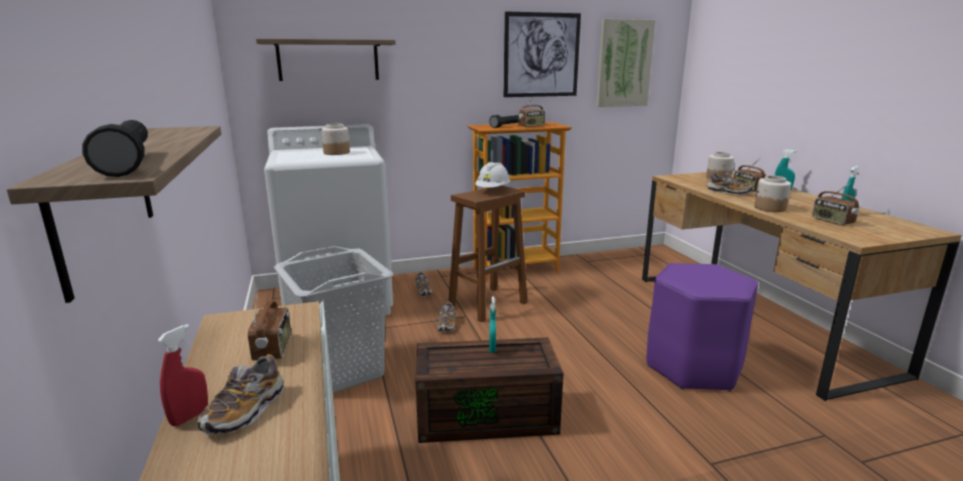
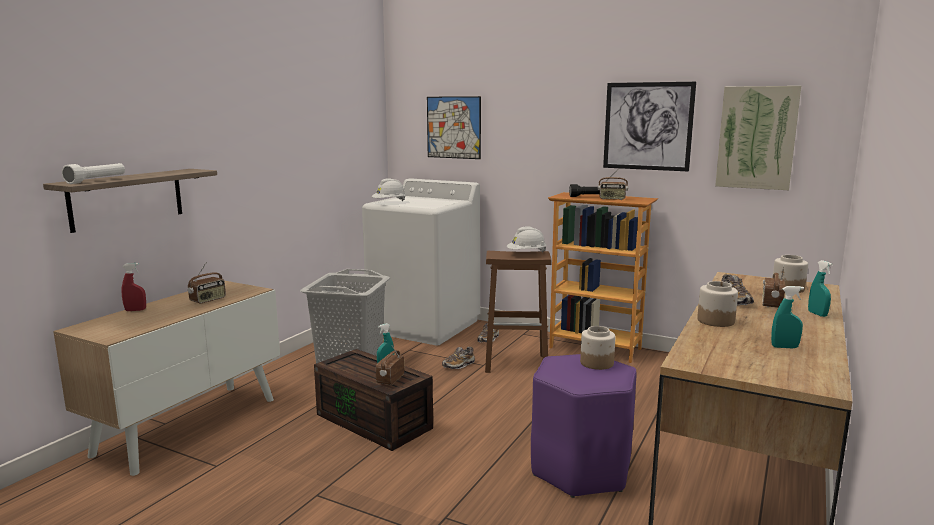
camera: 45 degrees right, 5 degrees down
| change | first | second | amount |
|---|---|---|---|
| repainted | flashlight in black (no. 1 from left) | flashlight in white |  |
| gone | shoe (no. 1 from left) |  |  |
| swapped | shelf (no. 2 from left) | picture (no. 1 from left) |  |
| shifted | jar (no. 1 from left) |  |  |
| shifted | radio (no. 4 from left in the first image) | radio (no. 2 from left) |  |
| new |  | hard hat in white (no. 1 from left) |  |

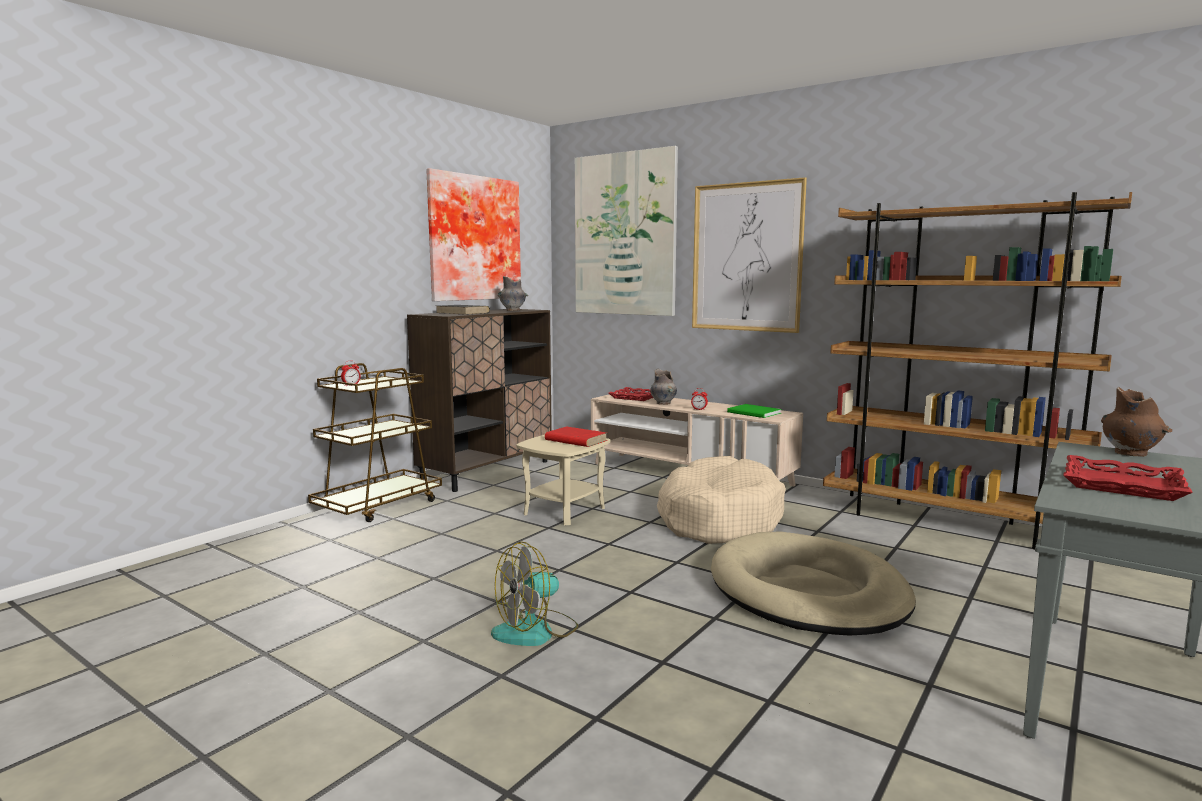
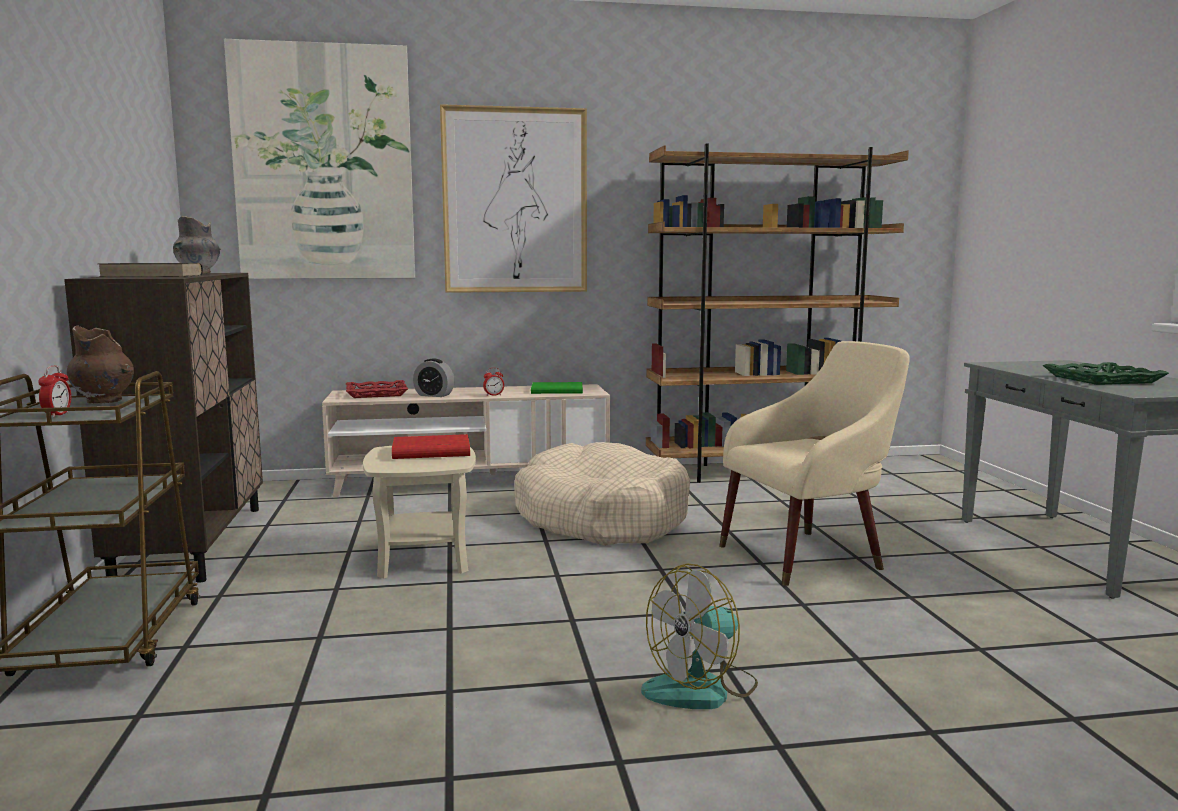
camera: 45 degrees left, 0 degrees up
| change | first | second | amount |
|---|---|---|---|
| gone | picture (no. 1 from left) |  |  |
| rotated | fan |  | 45 degrees clockwise |
| swapped | vase in grey (no. 2 from left) | alarm clock (no. 2 from left) |  |
| swapped | dog bed in beige (no. 2 from left) | armchair in beige |  |
| repainted | tray in red (no. 2 from left) | tray in green |  |
| shifted | vase in brown |  |  |

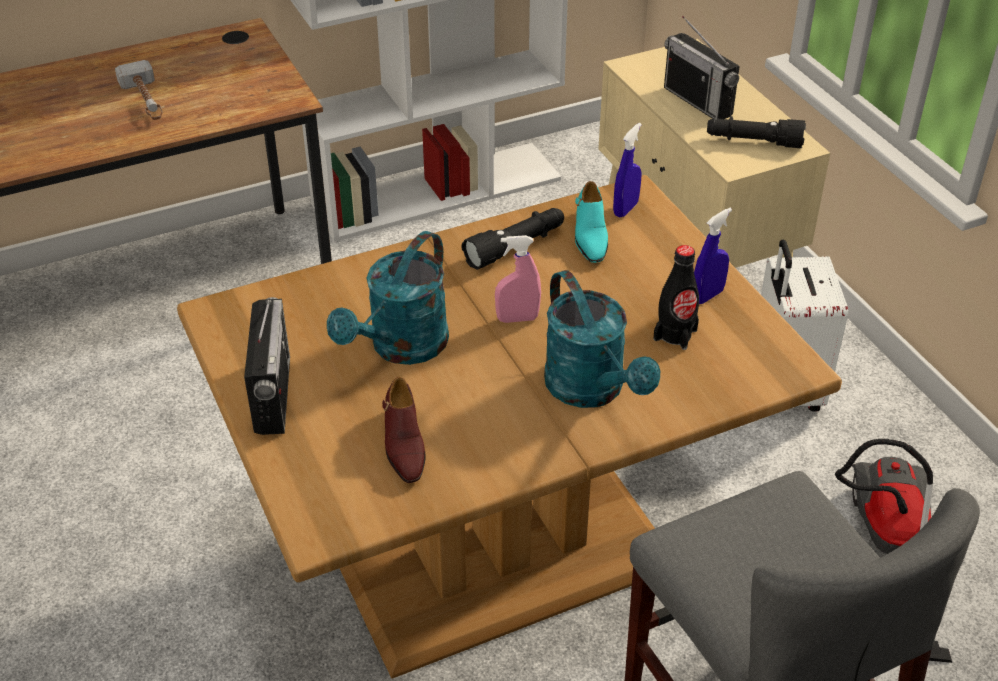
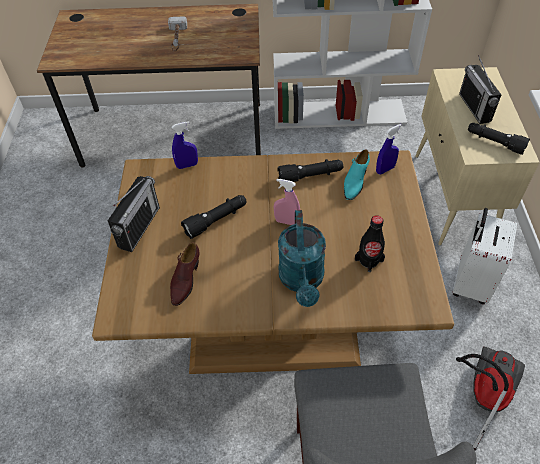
camera: 25 degrees right, 10 degrees up
| change | first | second | amount |
|---|---|---|---|
| swapped | watering can in turquoise (no. 1 from left) | flashlight in black (no. 1 from left) |  |
| shifted | spray bottle in blue (no. 2 from left in the first image) | spray bottle in blue (no. 1 from left) |  |

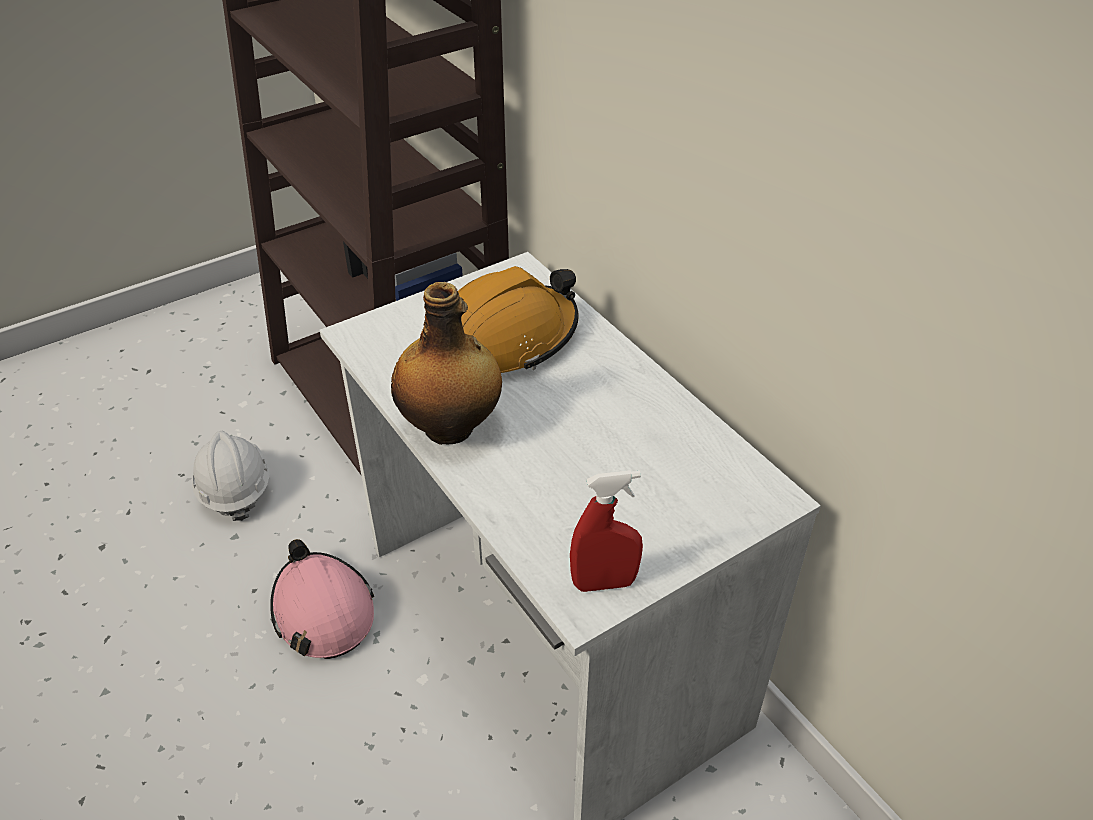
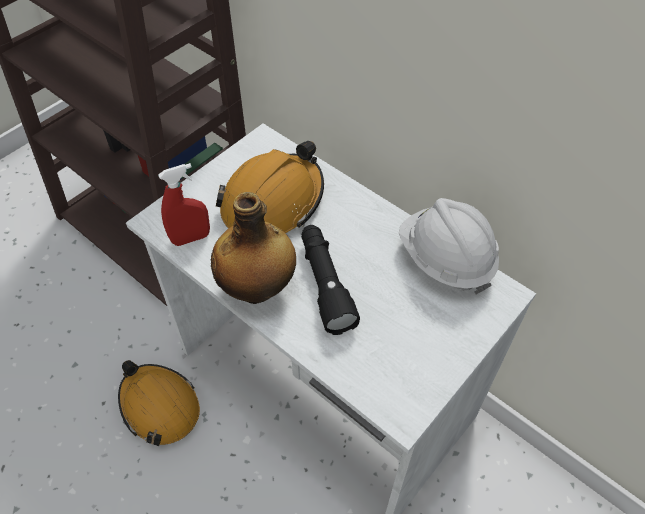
camera: 15 degrees left, 10 degrees up
| change | first | second | amount |
|---|---|---|---|
| shifted | hard hat in white |  |  |
| repainted | hard hat in pink | hard hat in orange (no. 1 from left) |  |
| shifted | spray bottle in red |  |  |
| new |  | flashlight in black |  |

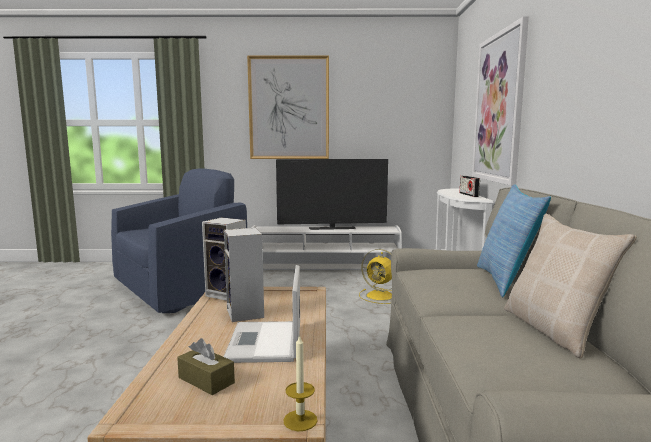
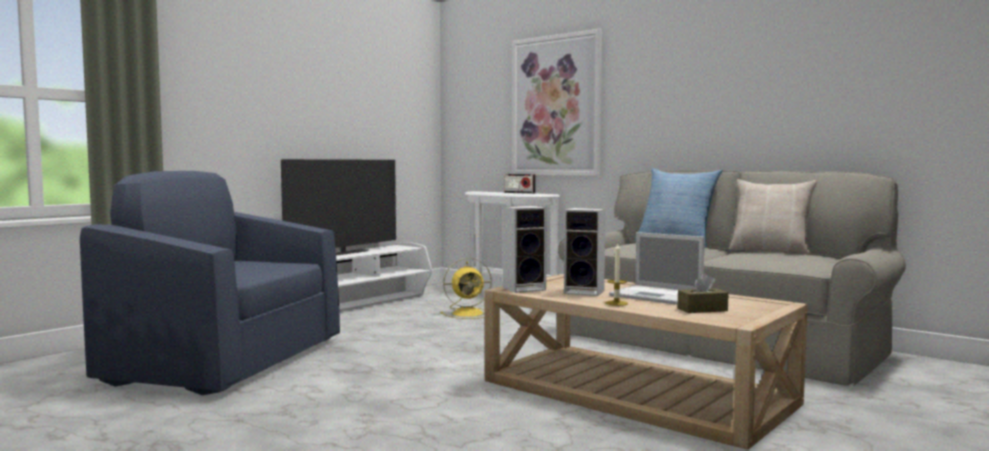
camera: 50 degrees left, 5 degrees down
| change | first | second | amount |
|---|---|---|---|
| rotated | armchair in blue |  | 75 degrees counterclockwise |
| gone | picture (no. 1 from left) |  |  |
| shifted | candle |  |  |

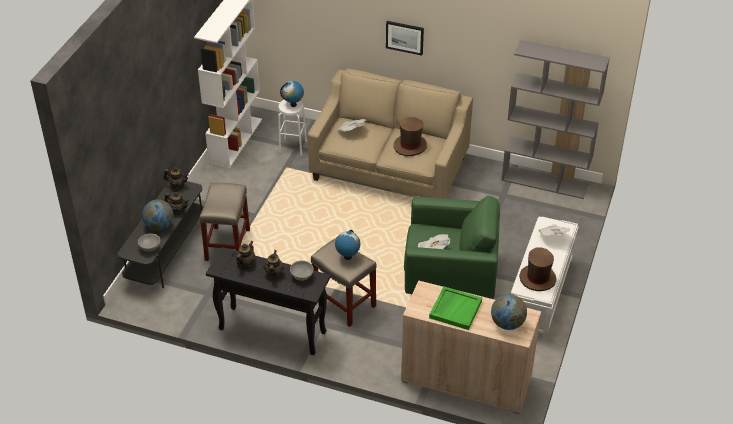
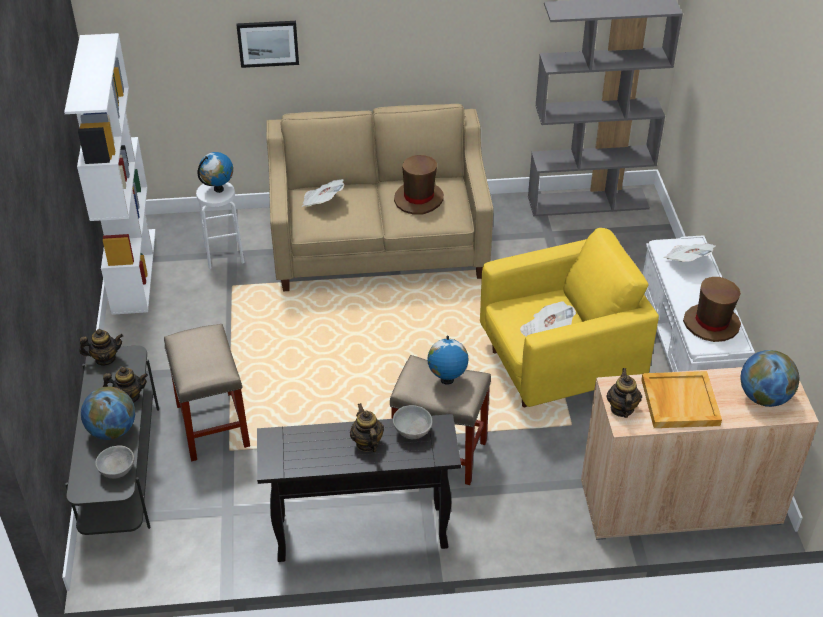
camera: 25 degrees left, 0 degrees up
| change | first | second | amount |
|---|---|---|---|
| shifted | teapot (no. 3 from left in the first image) | teapot (no. 4 from left) |  |
| shifted | picture |  |  |
| repainted | armchair in green | armchair in yellow |  |
| repainted | tray in green | tray in beige |  |

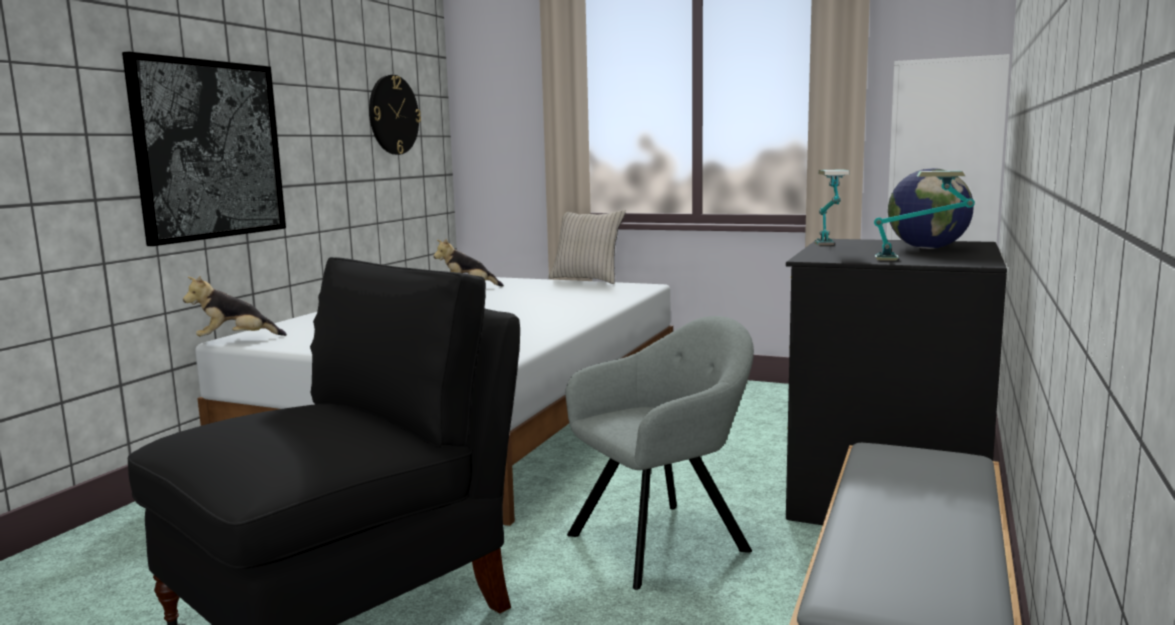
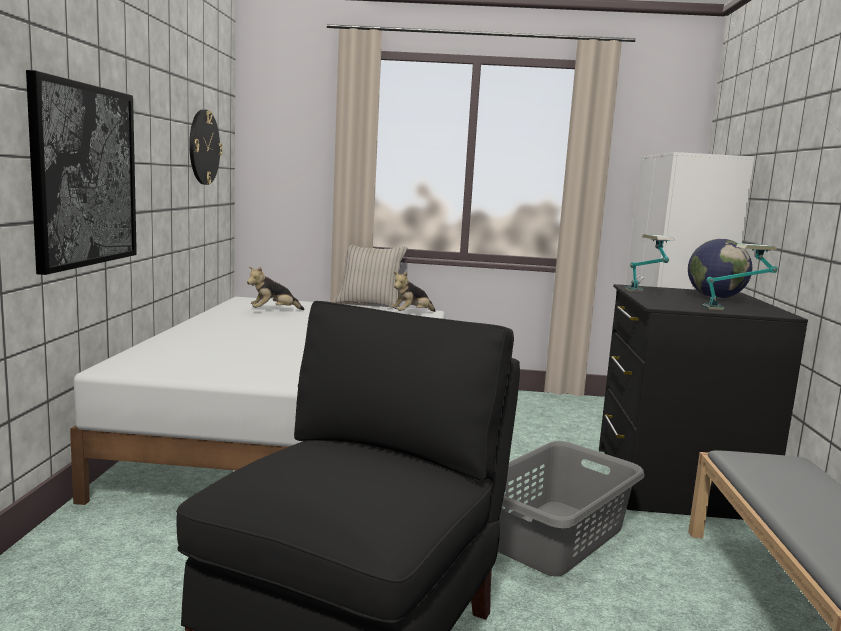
camera: 20 degrees left, 0 degrees up
| change | first | second | amount |
|---|---|---|---|
| shifted | plush toy (no. 1 from left in the first image) | plush toy (no. 2 from left) |  |
| swapped | armchair in grey | laundry basket in grey |  |

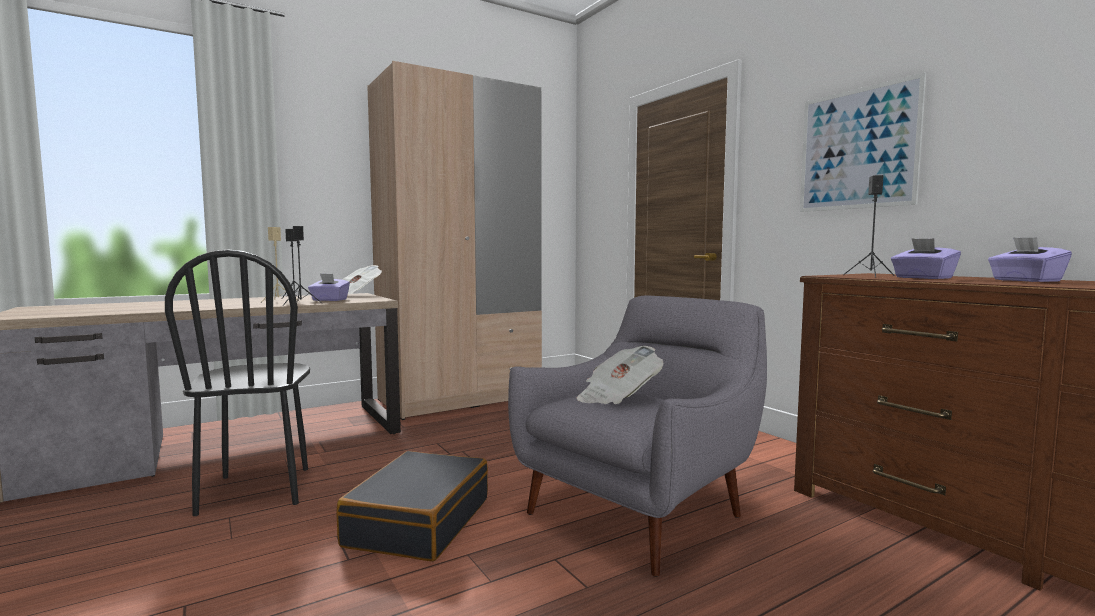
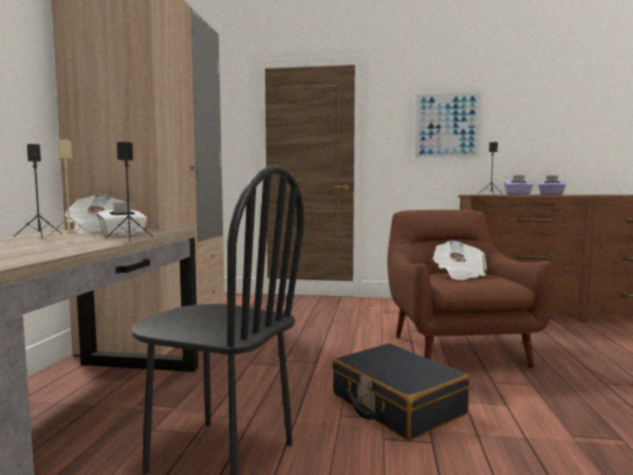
camera: 50 degrees left, 0 degrees up
| change | first | second | amount |
|---|---|---|---|
| repainted | tissue box in purple (no. 1 from left) | tissue box in white |  |
| repainted | armchair in grey | armchair in brown |  |

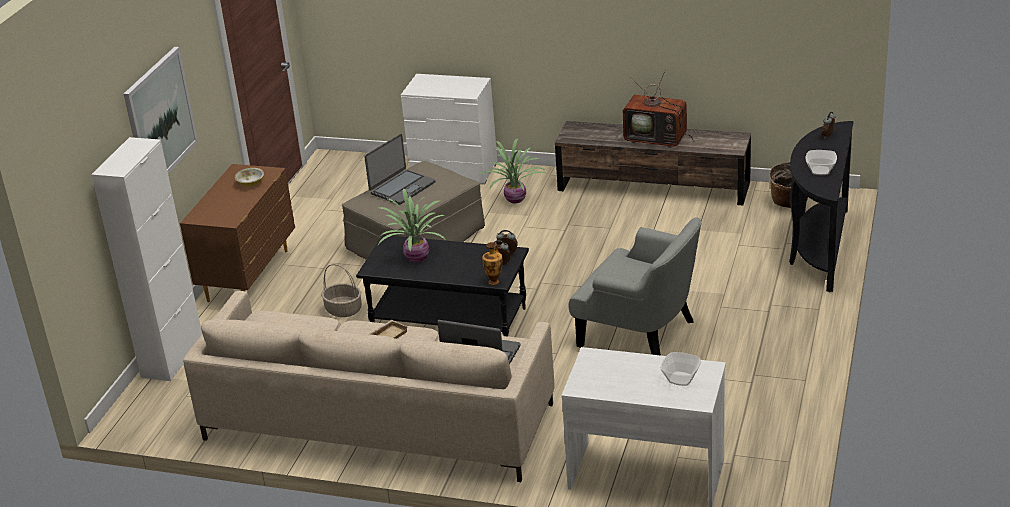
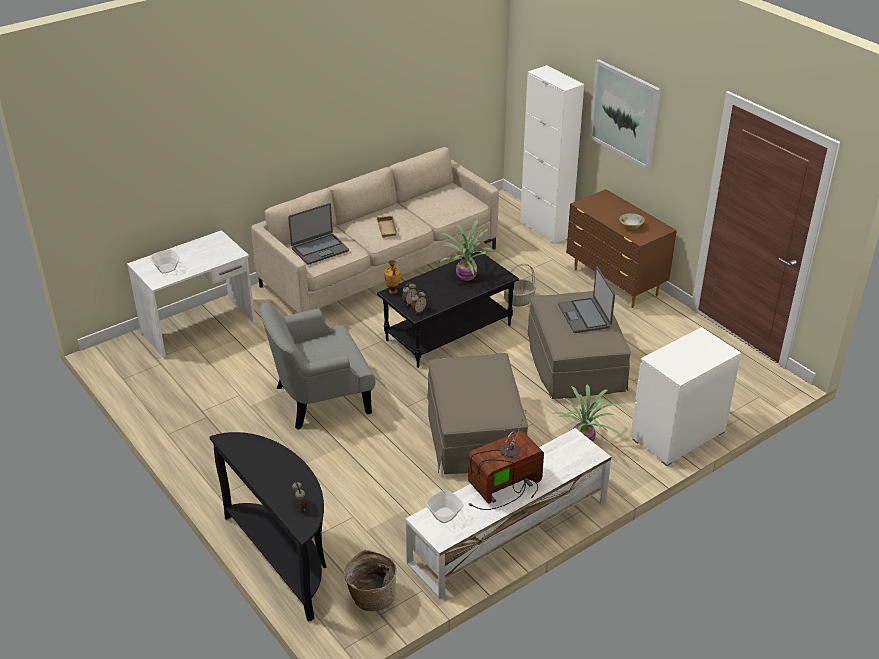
camera: 125 degrees right, 5 degrees up
| change | first | second | amount |
|---|---|---|---|
| repainted | tv stand in brown | tv stand in white |  |
| shifted | bowl (no. 3 from left in the first image) | bowl (no. 2 from left) |  |
| new |  | ottoman in beige (no. 1 from left) |  |

